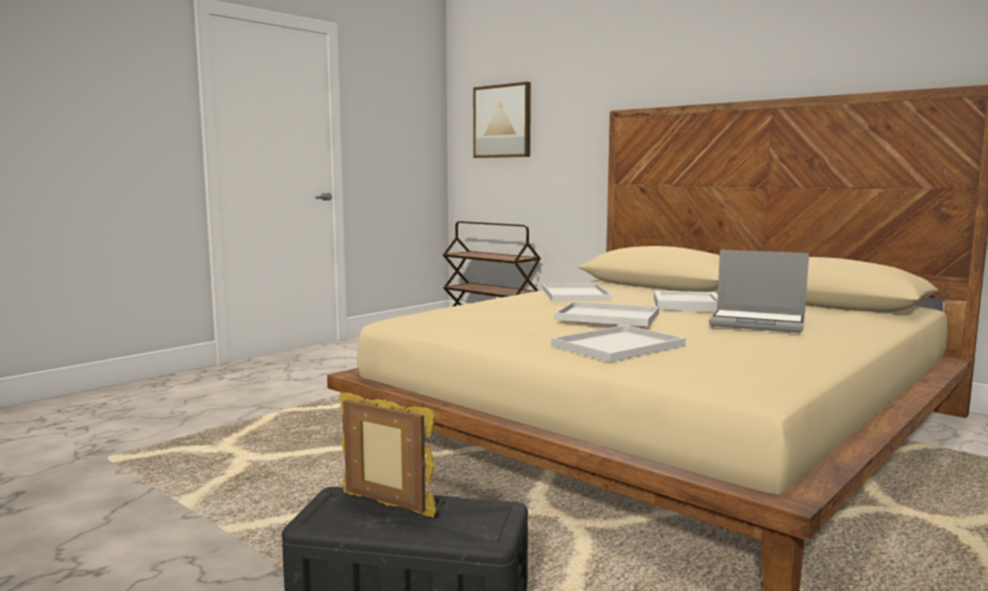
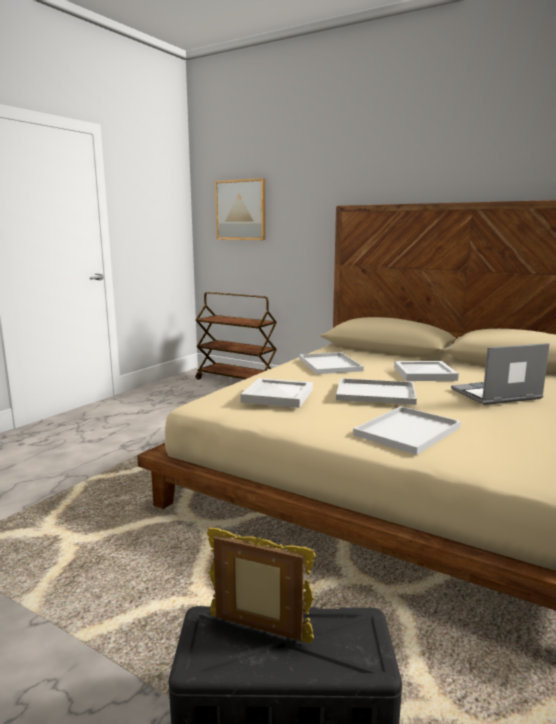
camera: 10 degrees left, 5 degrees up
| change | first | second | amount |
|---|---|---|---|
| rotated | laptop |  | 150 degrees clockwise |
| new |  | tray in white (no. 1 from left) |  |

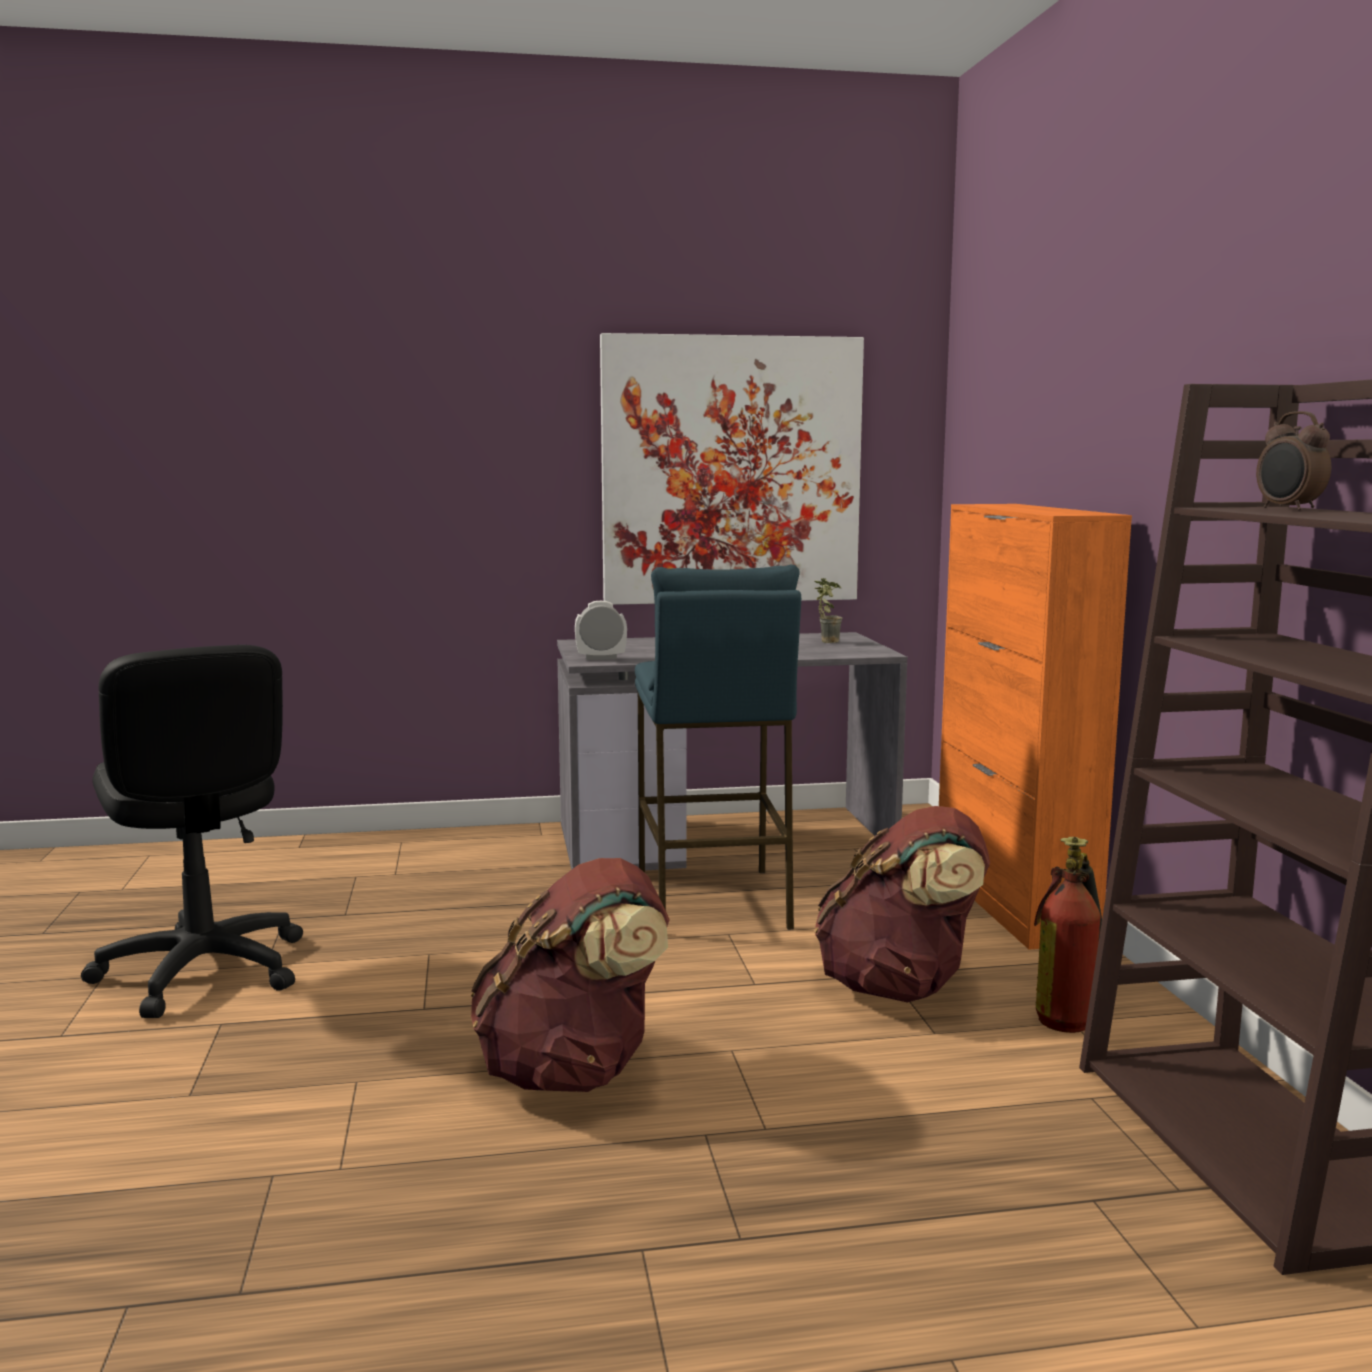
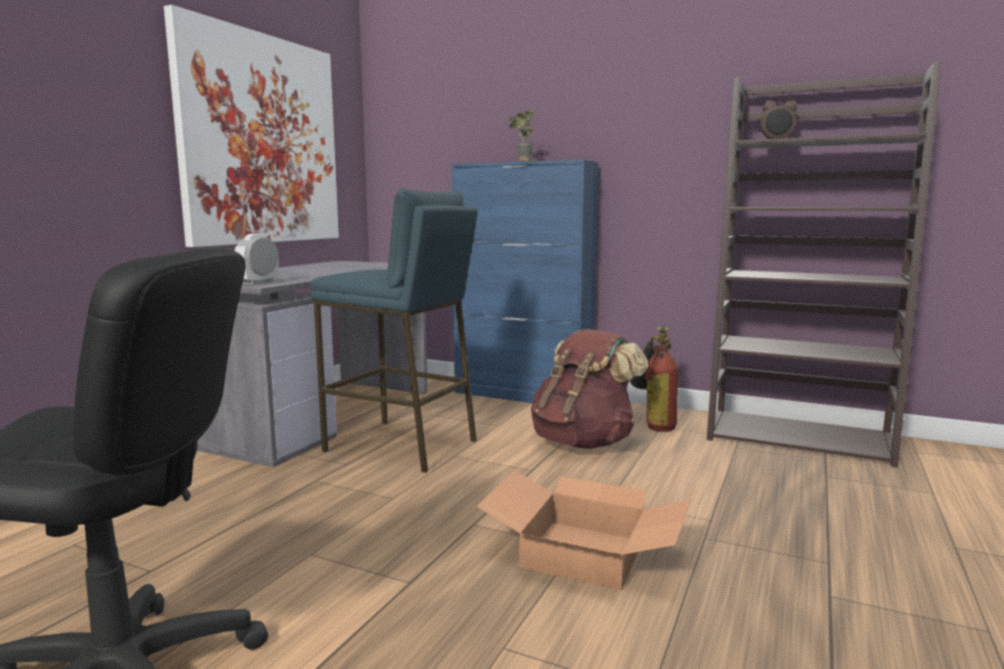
camera: 55 degrees left, 0 degrees up
| change | first | second | amount |
|---|---|---|---|
| swapped | backpack in brown (no. 1 from left) | cardboard box |  |
| shifted | potted plant |  |  |
| repainted | cabinet in orange | cabinet in blue |  |

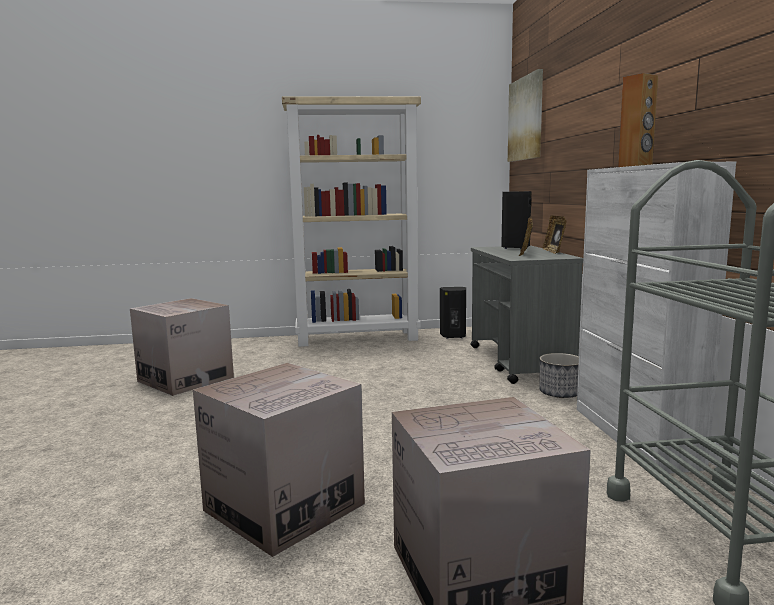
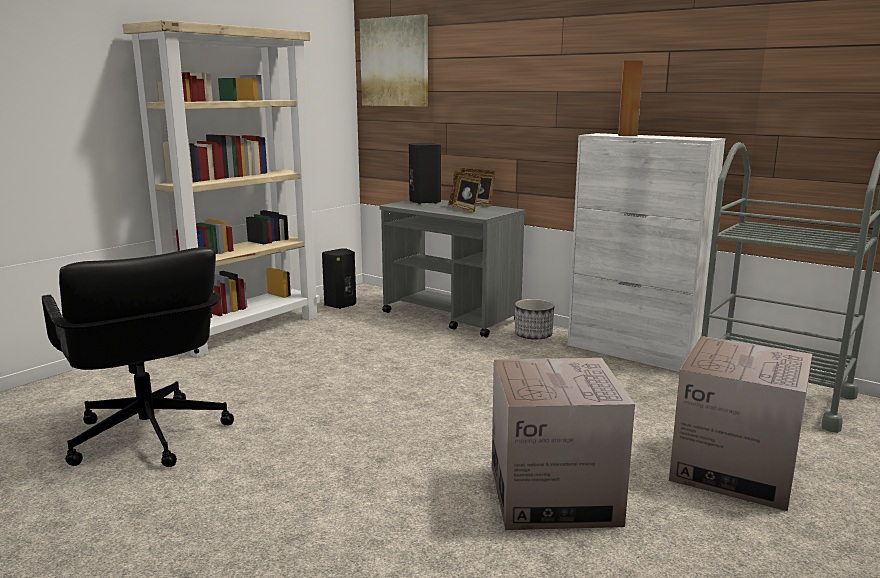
camera: 45 degrees left, 5 degrees up
| change | first | second | amount |
|---|---|---|---|
| swapped | cardboard box (no. 1 from left) | office chair in black |  |

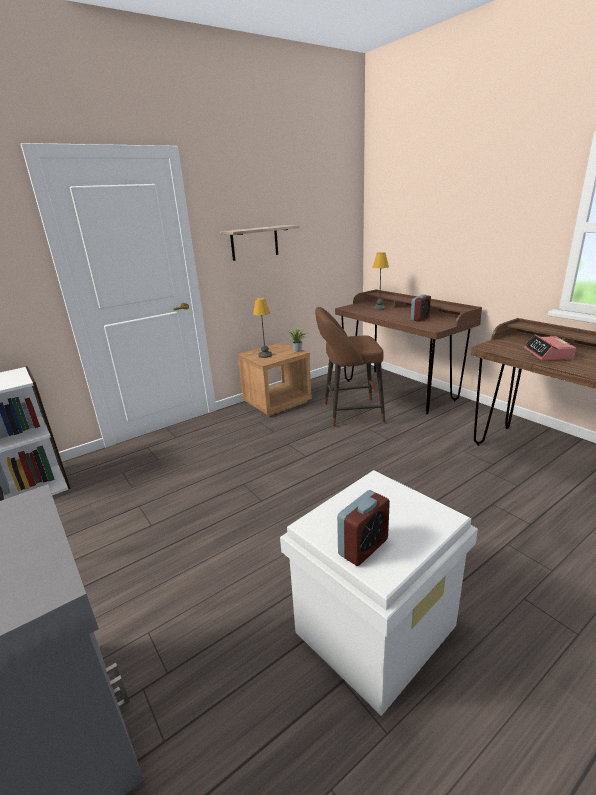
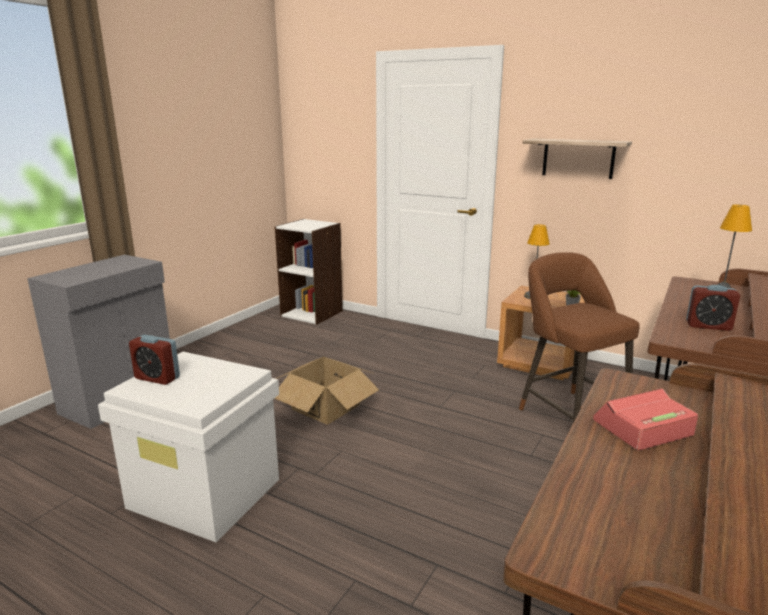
camera: 65 degrees right, 5 degrees down
| change | first | second | amount |
|---|---|---|---|
| new |  | cardboard box |  |

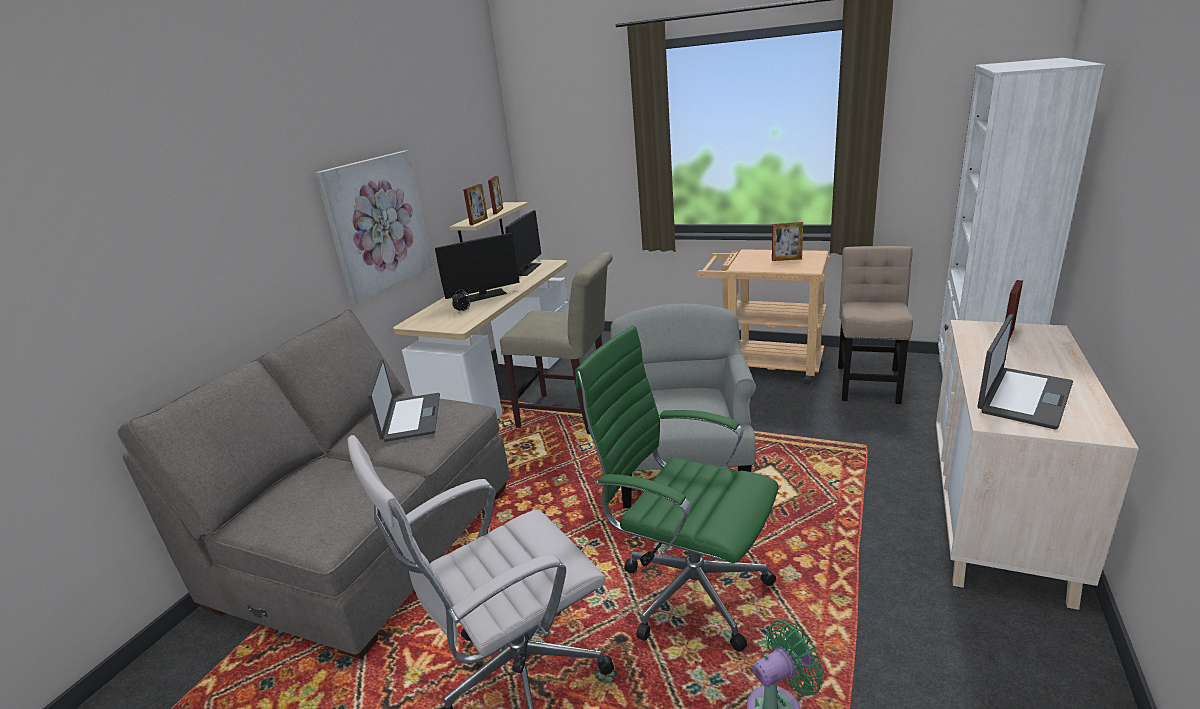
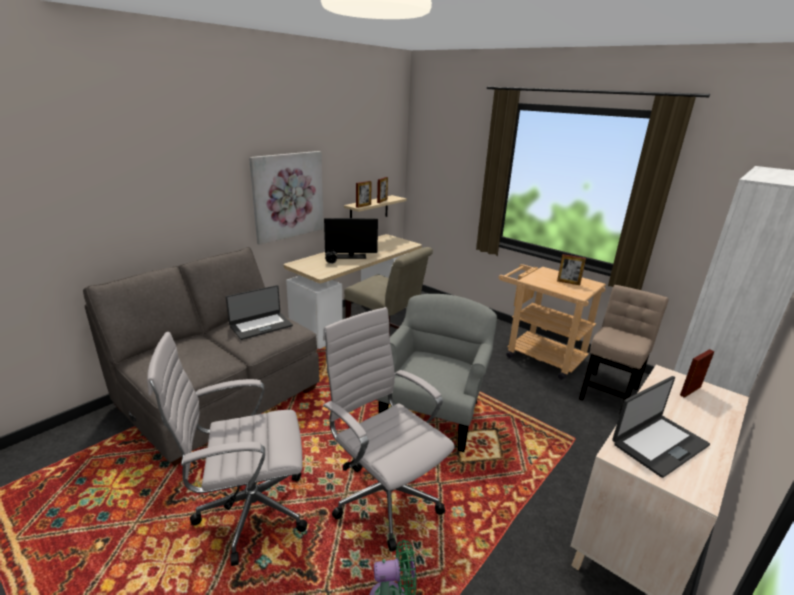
camera: 15 degrees right, 0 degrees up
| change | first | second | amount |
|---|---|---|---|
| rotated | laptop (no. 1 from left) |  | 45 degrees clockwise |
| gone | monitor (no. 2 from left) |  |  |
| repainted | office chair in green | office chair in white (no. 2 from left) |  |

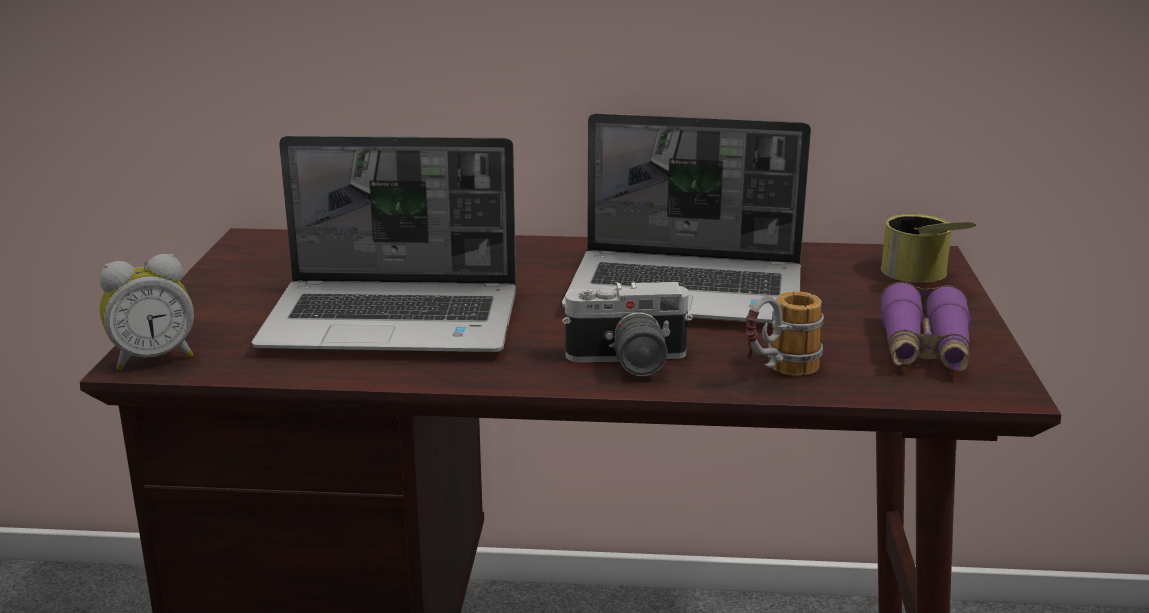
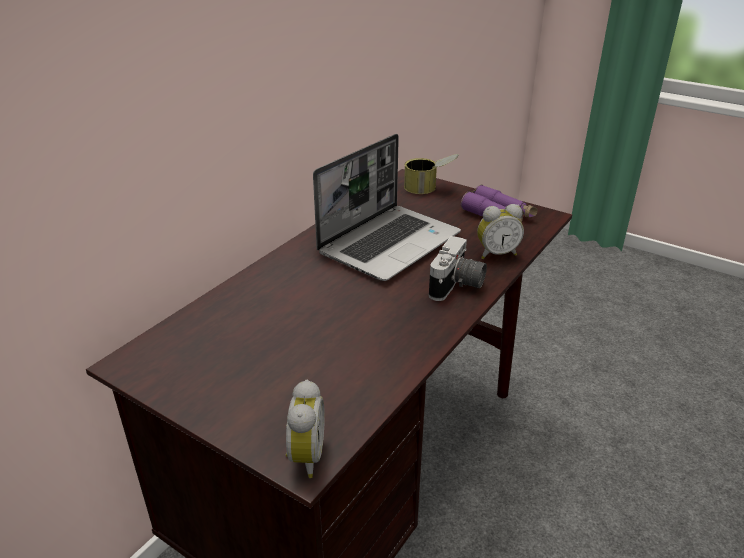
camera: 60 degrees left, 10 degrees up
| change | first | second | amount |
|---|---|---|---|
| gone | laptop (no. 1 from left) |  |  |
| swapped | mug | alarm clock (no. 2 from left) |  |

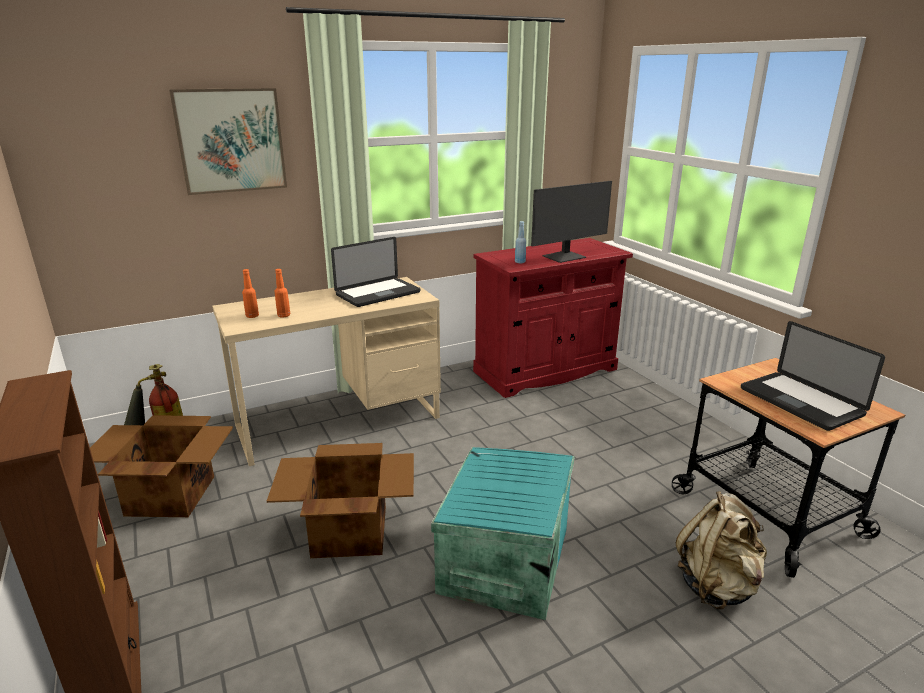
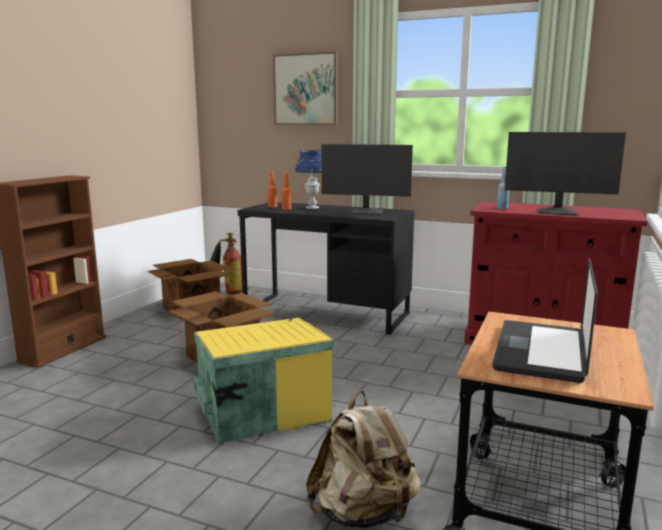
camera: 50 degrees right, 10 degrees down
| change | first | second | amount |
|---|---|---|---|
| repainted | desk in beige | desk in black |  |
| swapped | laptop (no. 1 from left) | monitor (no. 1 from left) |  |
| repainted | storage box in turquoise | storage box in yellow |  |
| new |  | table lamp in blue |  |

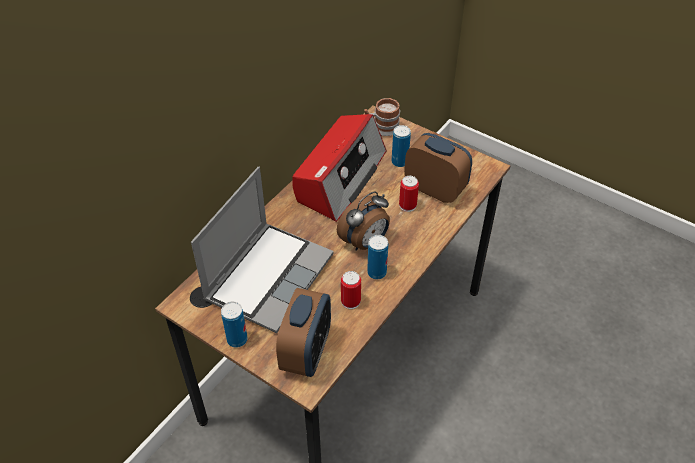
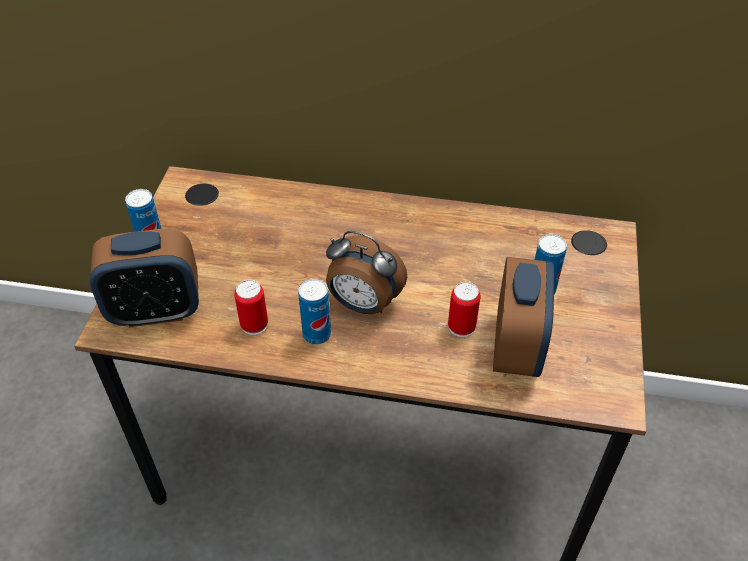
camera: 65 degrees right, 0 degrees up
| change | first | second | amount |
|---|---|---|---|
| gone | laptop |  |  |
| gone | radio |  |  |
| gone | mug |  |  |

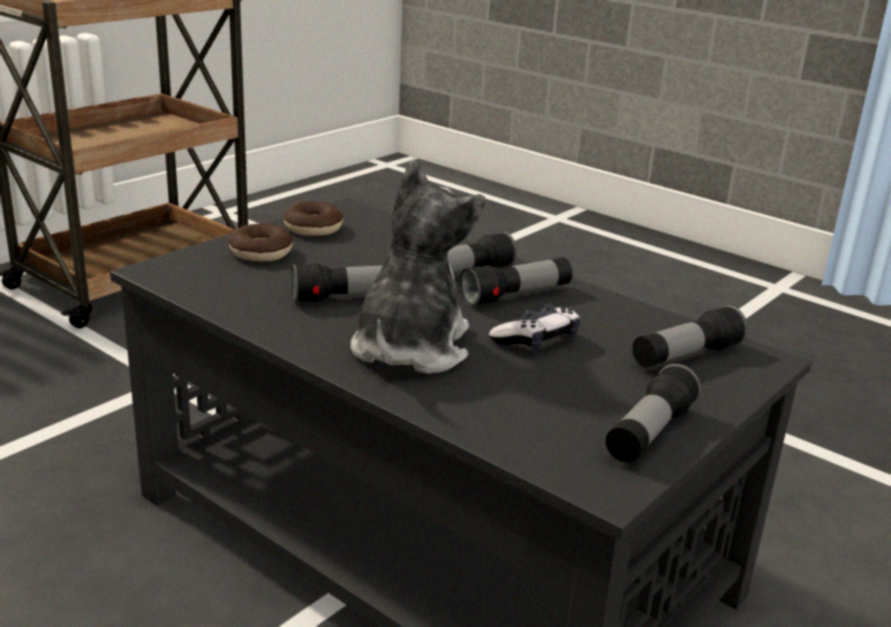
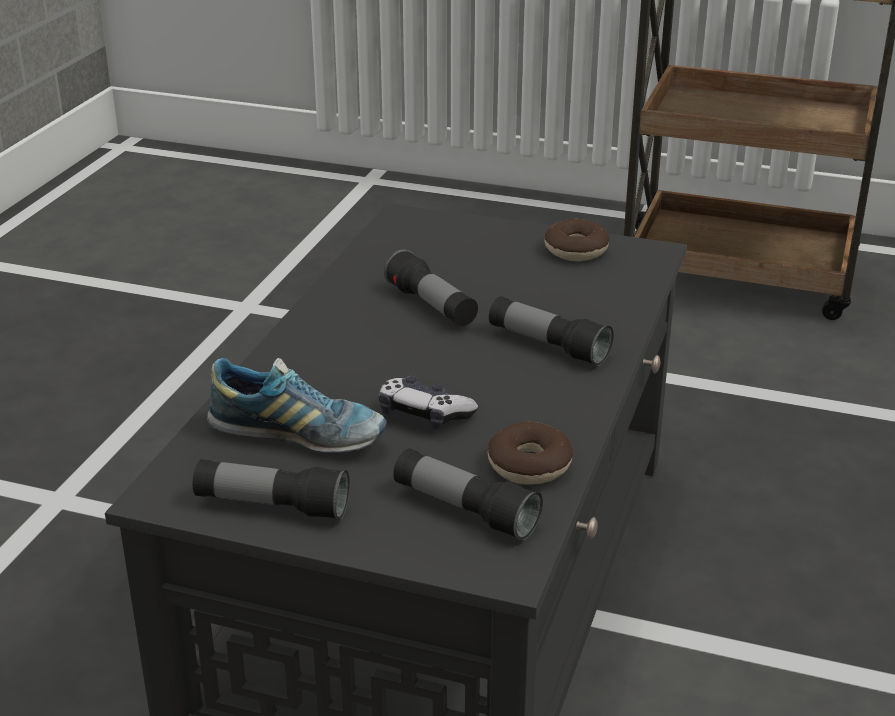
camera: 70 degrees right, 5 degrees up
| change | first | second | amount |
|---|---|---|---|
| shifted | donut (no. 1 from left) |  |  |
| gone | plush toy |  |  |
| gone | flashlight (no. 3 from left) |  |  |
| new |  | shoe |  |

